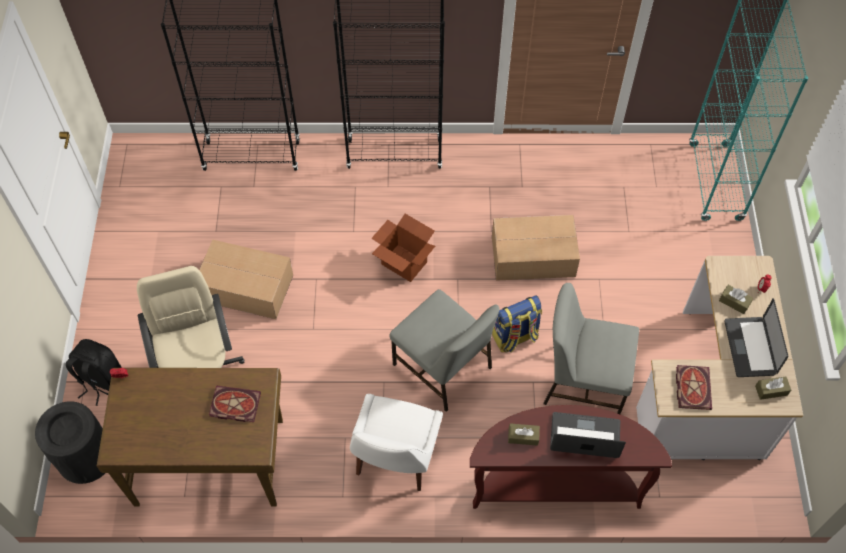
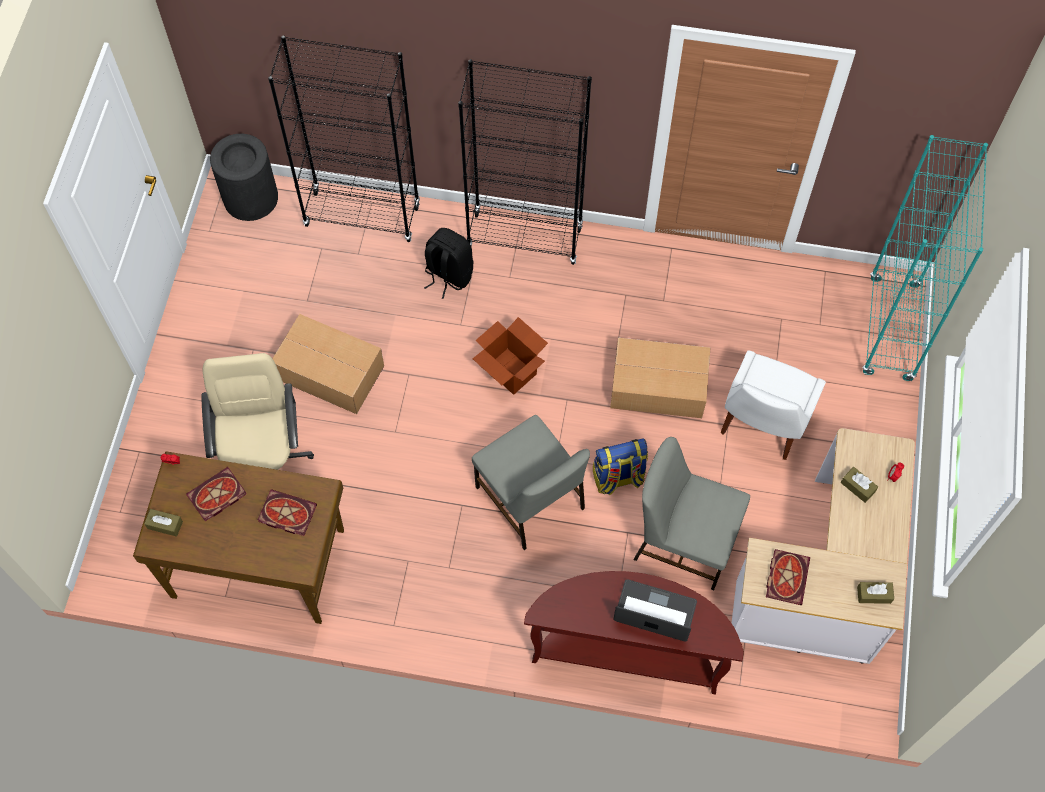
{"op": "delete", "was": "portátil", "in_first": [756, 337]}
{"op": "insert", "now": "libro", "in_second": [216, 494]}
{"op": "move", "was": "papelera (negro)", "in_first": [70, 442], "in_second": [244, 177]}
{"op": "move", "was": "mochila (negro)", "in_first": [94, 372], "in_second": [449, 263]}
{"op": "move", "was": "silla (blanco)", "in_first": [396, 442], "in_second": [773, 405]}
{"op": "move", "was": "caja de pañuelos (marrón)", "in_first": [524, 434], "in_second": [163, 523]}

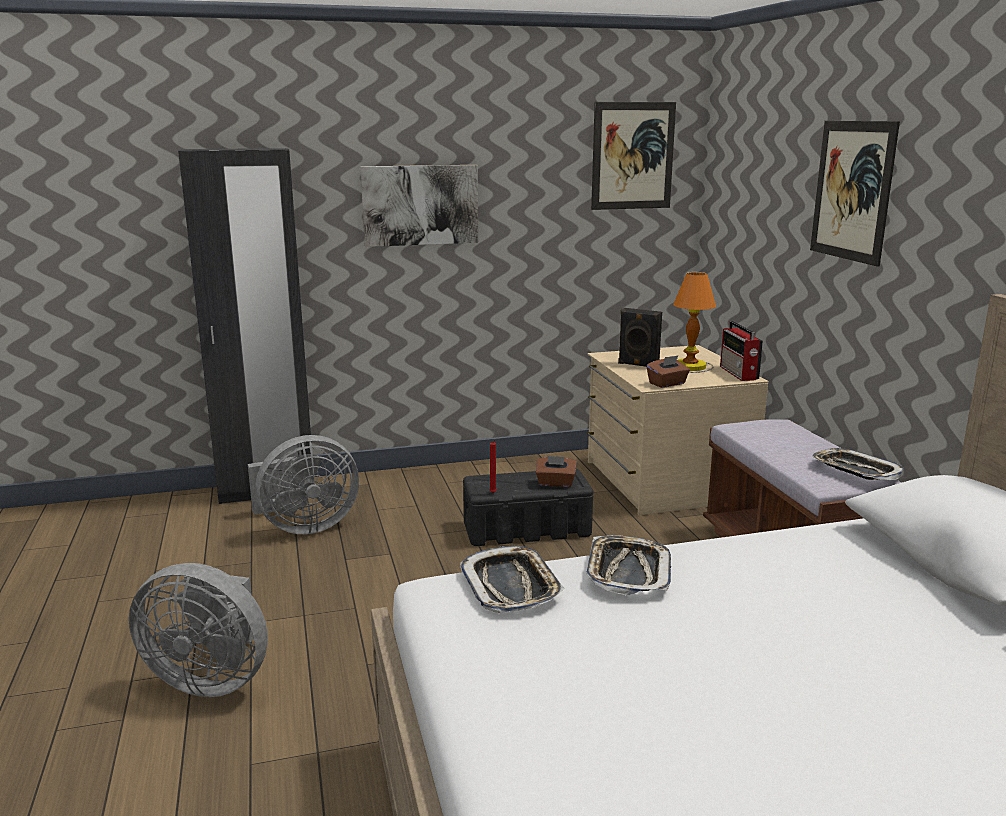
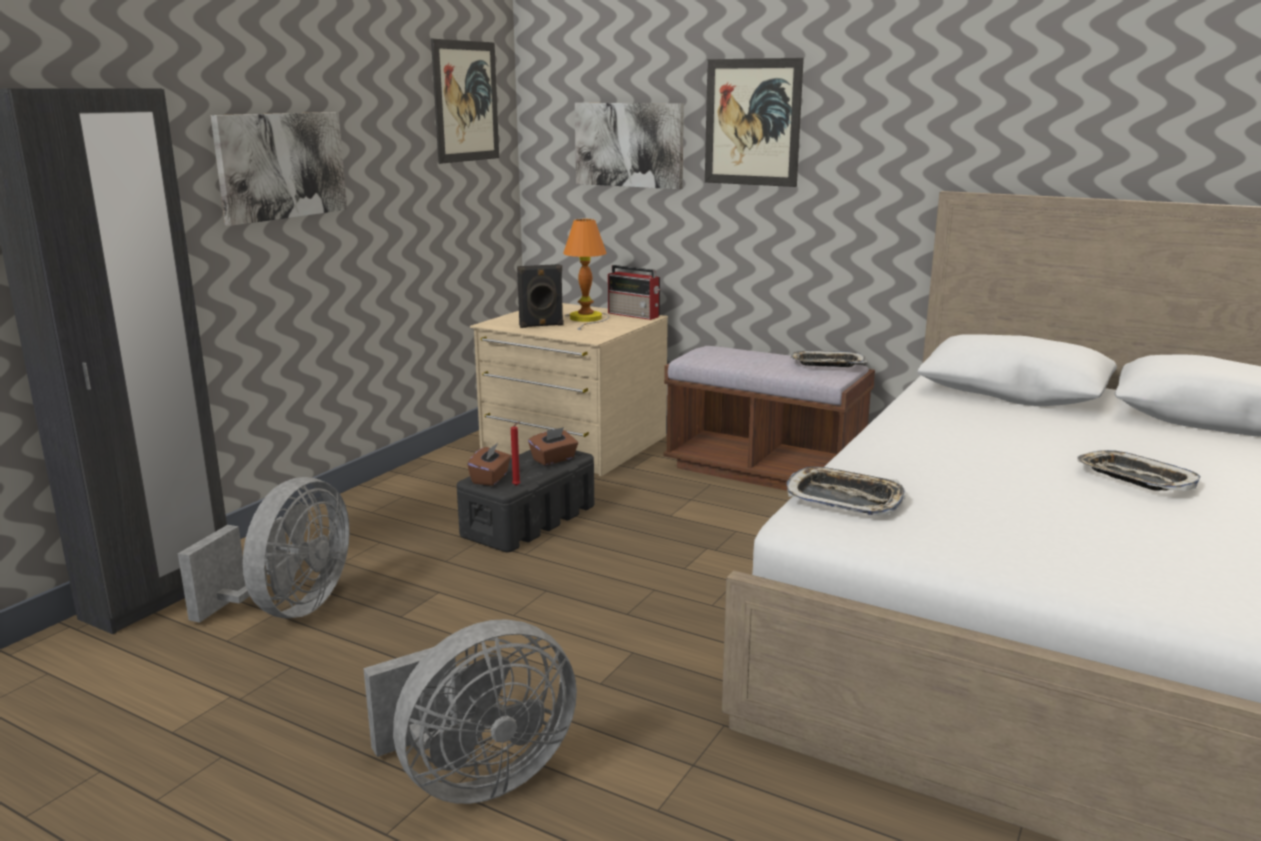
{"op": "insert", "now": "cuadro", "in_second": [629, 146]}
{"op": "move", "was": "bandeja", "in_first": [628, 565], "in_second": [1139, 470]}
{"op": "move", "was": "caja de pañuelos (marrón)", "in_first": [668, 371], "in_second": [489, 464]}

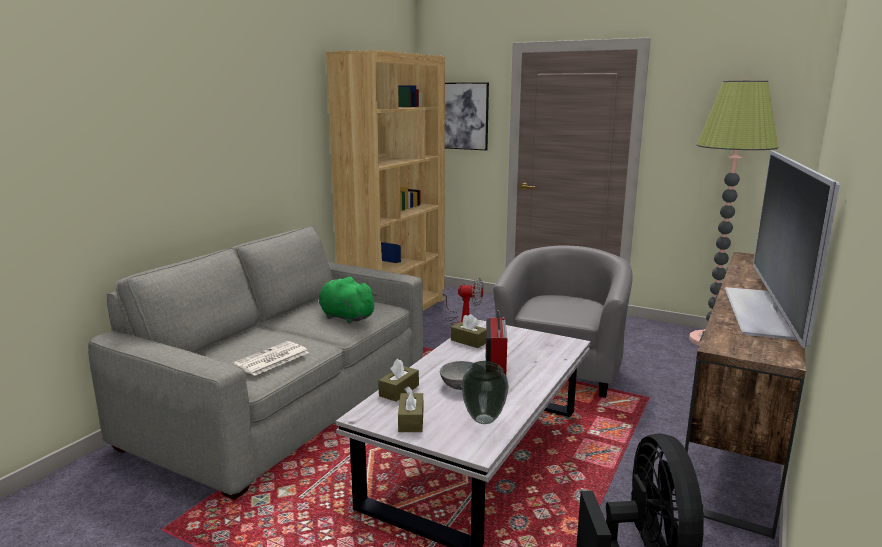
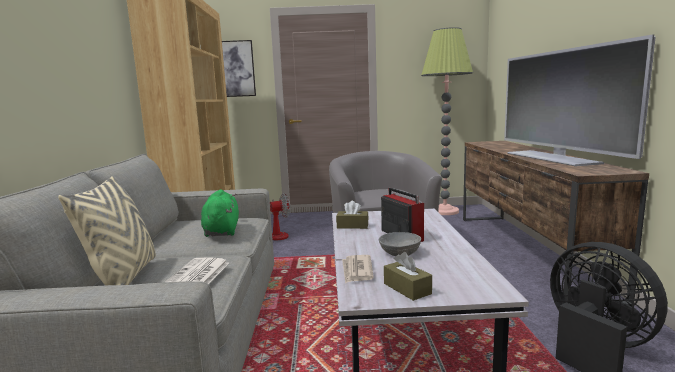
{"op": "delete", "was": "florero", "in_first": [485, 392]}
{"op": "insert", "now": "cojín (beis)", "in_second": [107, 231]}
{"op": "replace", "was": "caja de pañuelos (marrón)", "now": "periódico", "in_first": [398, 380], "in_second": [358, 269]}
{"op": "rotate", "was": "peluche (verde)", "in_first": [348, 300], "in_second": [220, 213], "clockwise": 75}

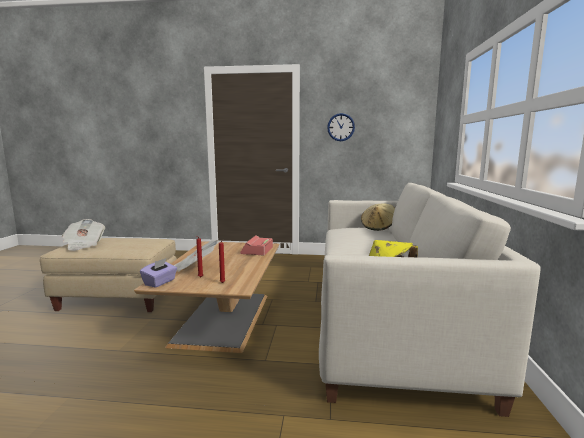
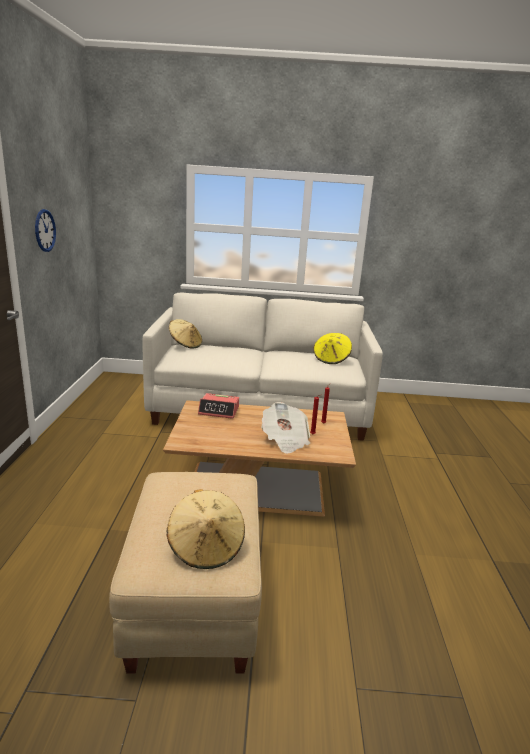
{"op": "delete", "was": "caja de pañuelos (morado)", "in_first": [158, 273]}
{"op": "replace", "was": "periódico", "now": "sombrero (beis)", "in_first": [83, 235], "in_second": [206, 529]}

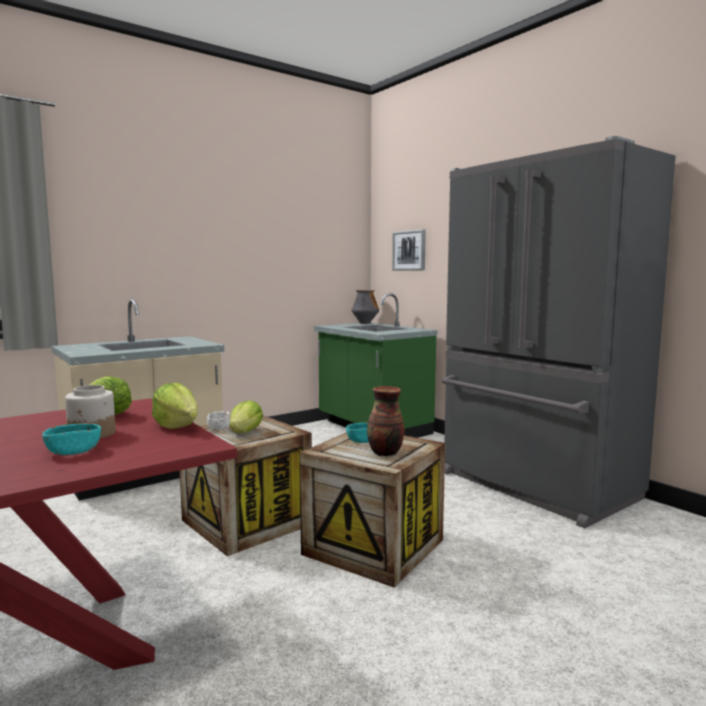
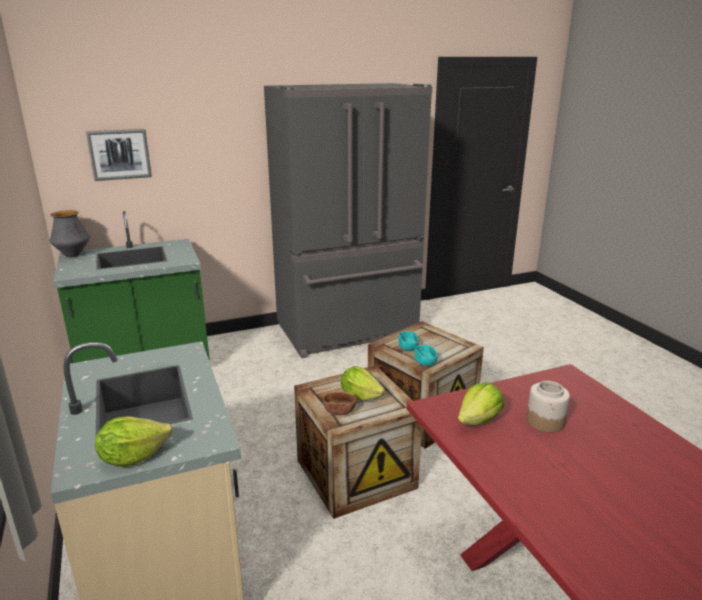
{"op": "delete", "was": "florero", "in_first": [385, 421]}
{"op": "move", "was": "cuenco (turquesa)", "in_first": [71, 439], "in_second": [426, 355]}
{"op": "move", "was": "lechuga", "in_first": [175, 406], "in_second": [133, 441]}
{"op": "recolor", "was": "cuenco (blanco)", "now": "cuenco (marrón)", "in_first": [218, 421], "in_second": [339, 403]}

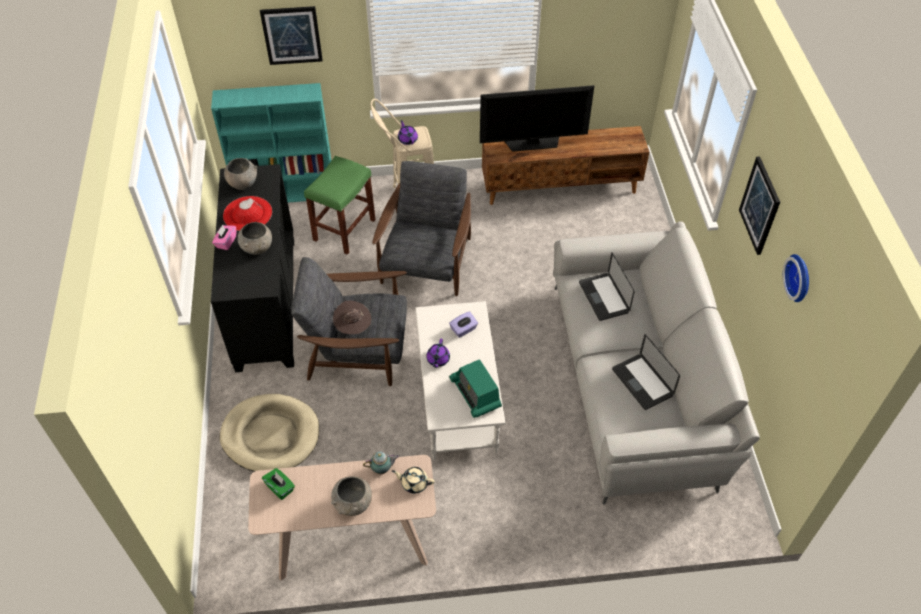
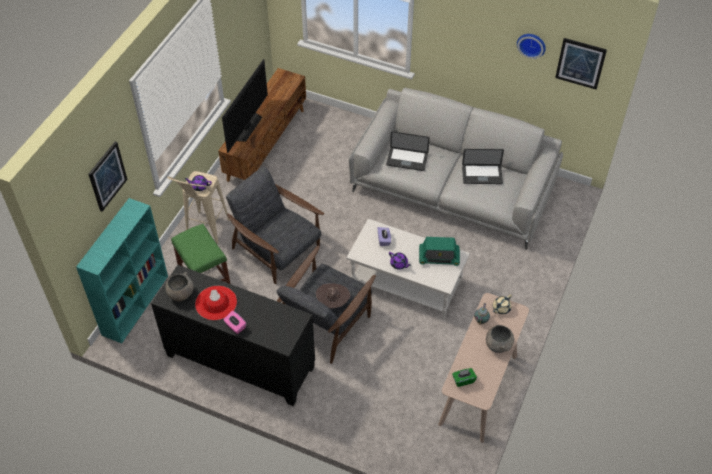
{"op": "delete", "was": "cama para perro (beis)", "in_first": [269, 433]}
{"op": "delete", "was": "cuenco (gris)", "in_first": [255, 238]}
{"op": "move", "was": "cuadro", "in_first": [759, 205], "in_second": [581, 63]}

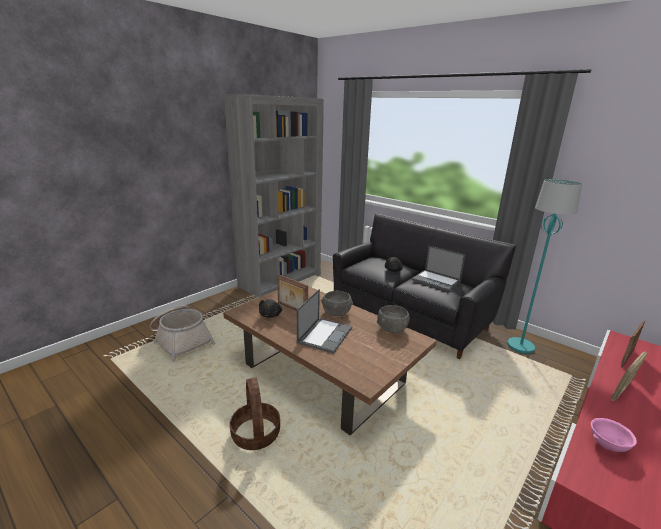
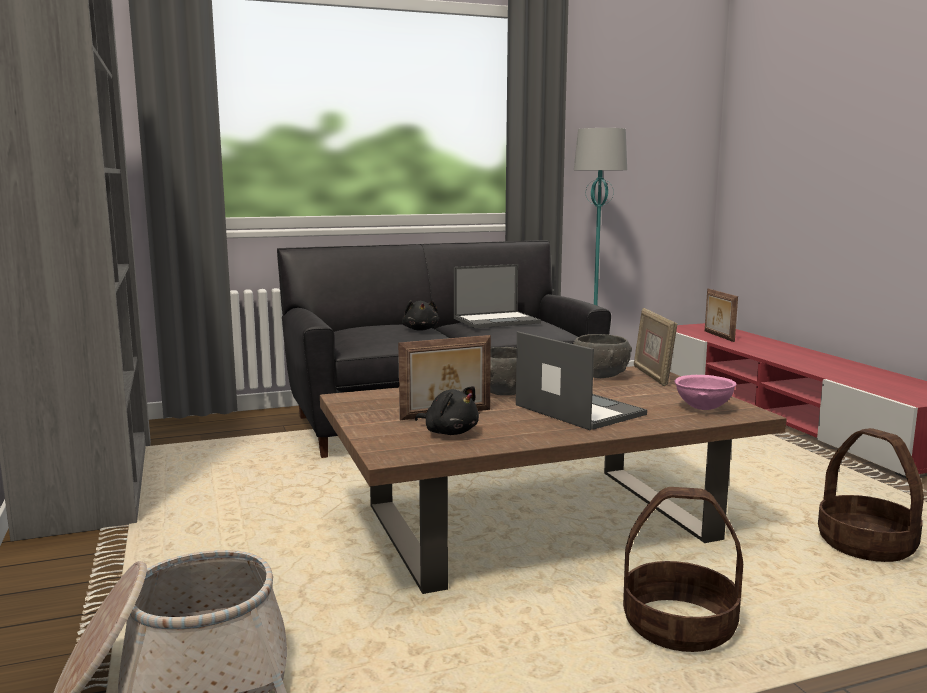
{"op": "insert", "now": "cesta", "in_second": [871, 495]}
{"op": "move", "was": "cuenco (rosa)", "in_first": [614, 435], "in_second": [705, 392]}
{"op": "move", "was": "portarretratos", "in_first": [629, 376], "in_second": [655, 347]}

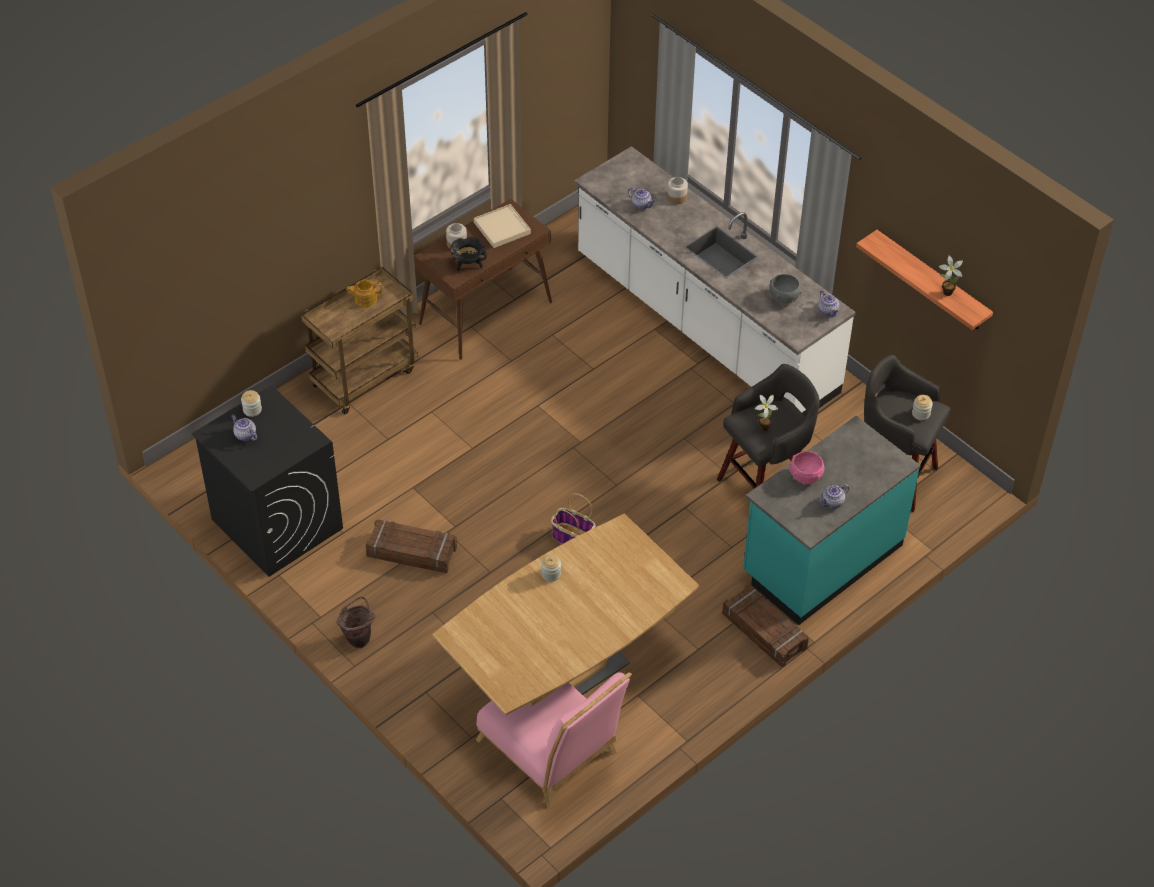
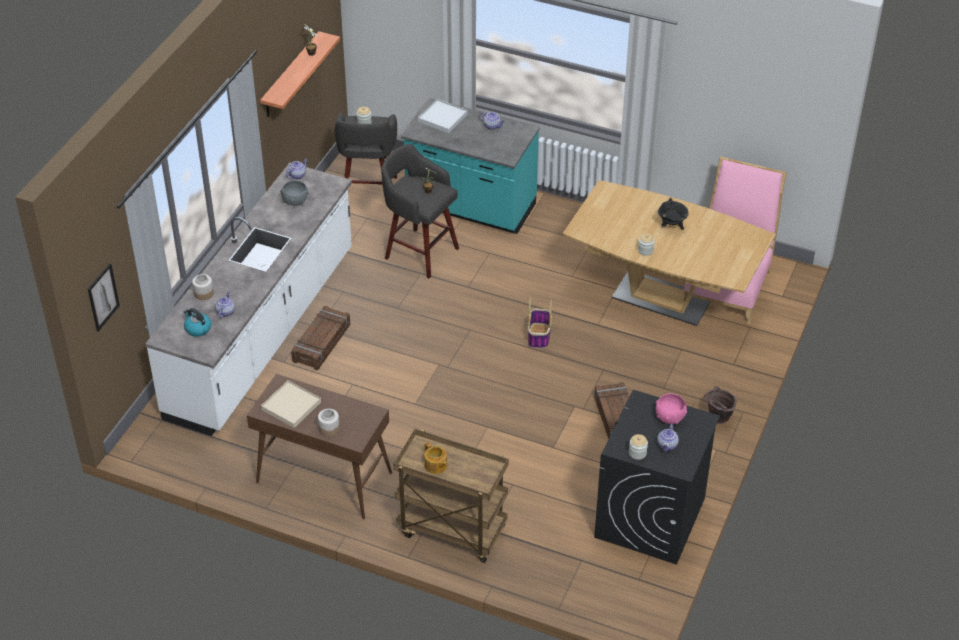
{"op": "insert", "now": "cuadro", "in_second": [104, 297]}
{"op": "insert", "now": "hervidor", "in_second": [197, 322]}
{"op": "insert", "now": "bandeja (blanco)", "in_second": [442, 116]}
{"op": "move", "was": "olla (negro)", "in_first": [468, 254], "in_second": [673, 214]}
{"op": "move", "was": "caja de embalaje", "in_first": [765, 626], "in_second": [321, 338]}
{"op": "move", "was": "cuenco (rosa)", "in_first": [806, 468], "in_second": [671, 408]}

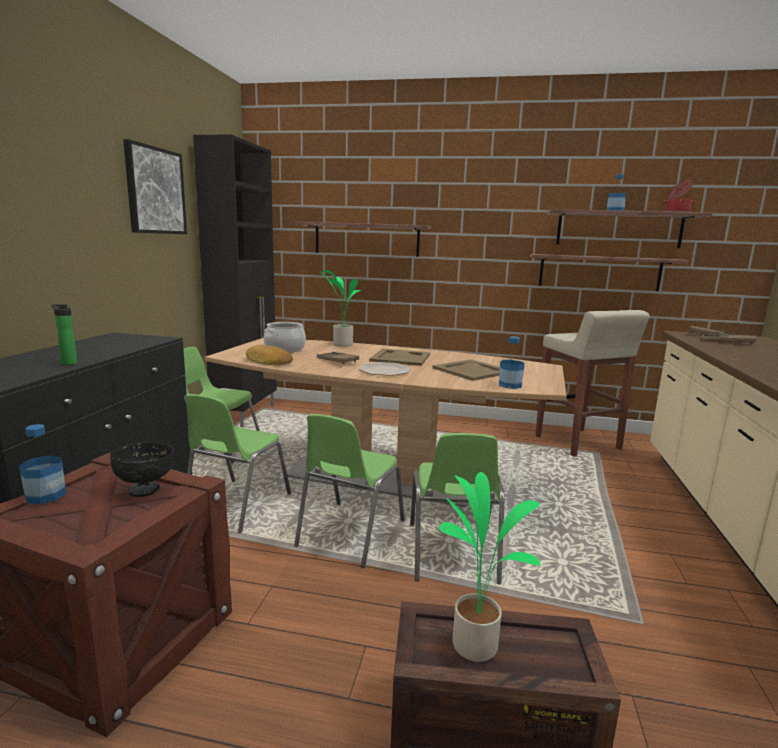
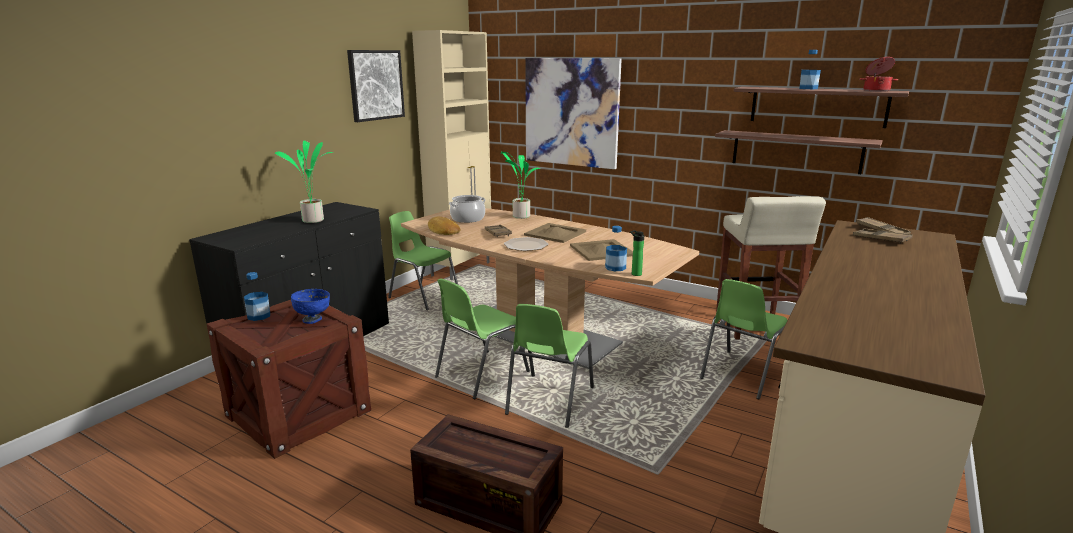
{"op": "move", "was": "botella", "in_first": [64, 334], "in_second": [637, 253]}
{"op": "move", "was": "silla (verde)", "in_first": [237, 463], "in_second": [743, 339]}
{"op": "move", "was": "planta en maceta", "in_first": [489, 567], "in_second": [304, 181]}
{"op": "replace", "was": "estante", "now": "cuadro", "in_first": [363, 239], "in_second": [573, 113]}
{"op": "recolor", "was": "cuenco (negro)", "now": "cuenco (azul)", "in_first": [142, 469], "in_second": [310, 306]}
{"op": "recolor", "was": "armario (negro)", "now": "armario (beis)", "in_first": [235, 281], "in_second": [451, 155]}

